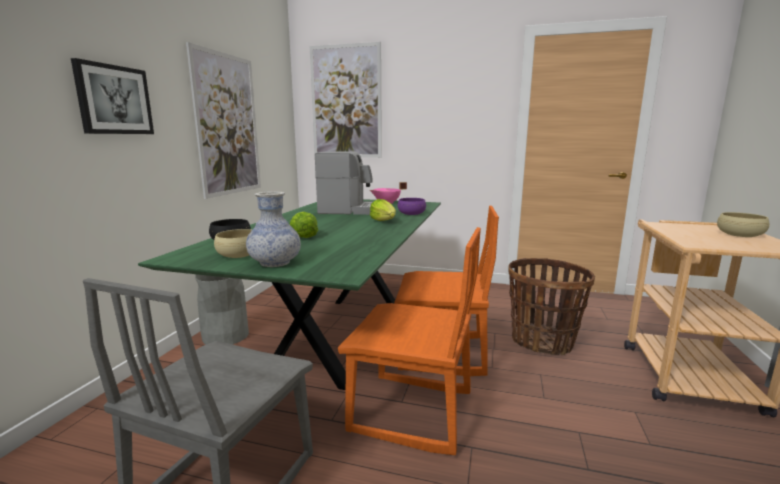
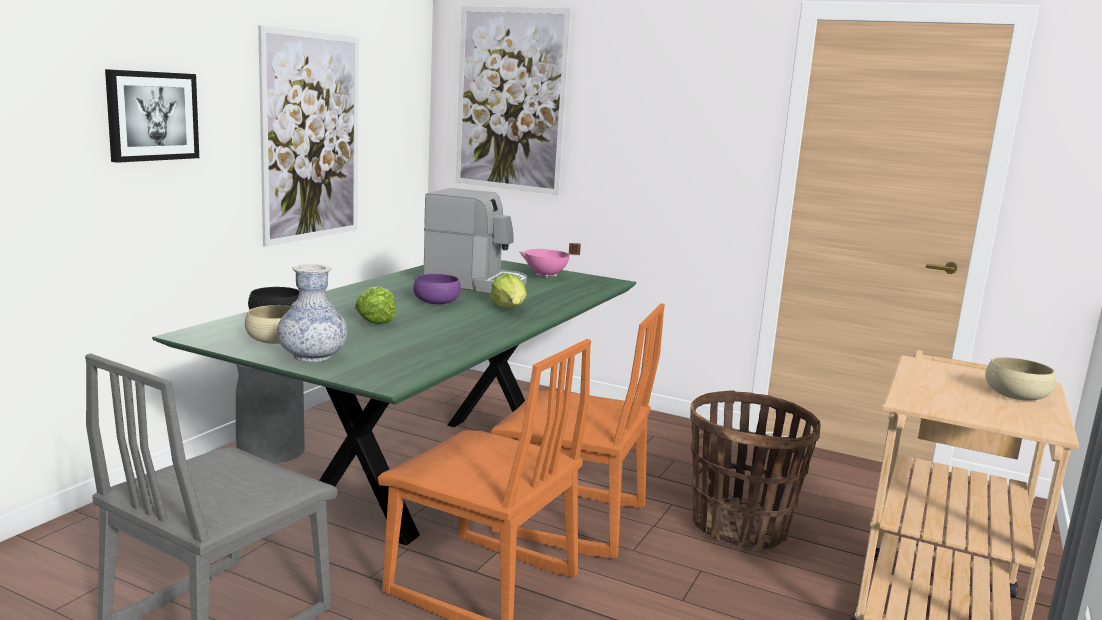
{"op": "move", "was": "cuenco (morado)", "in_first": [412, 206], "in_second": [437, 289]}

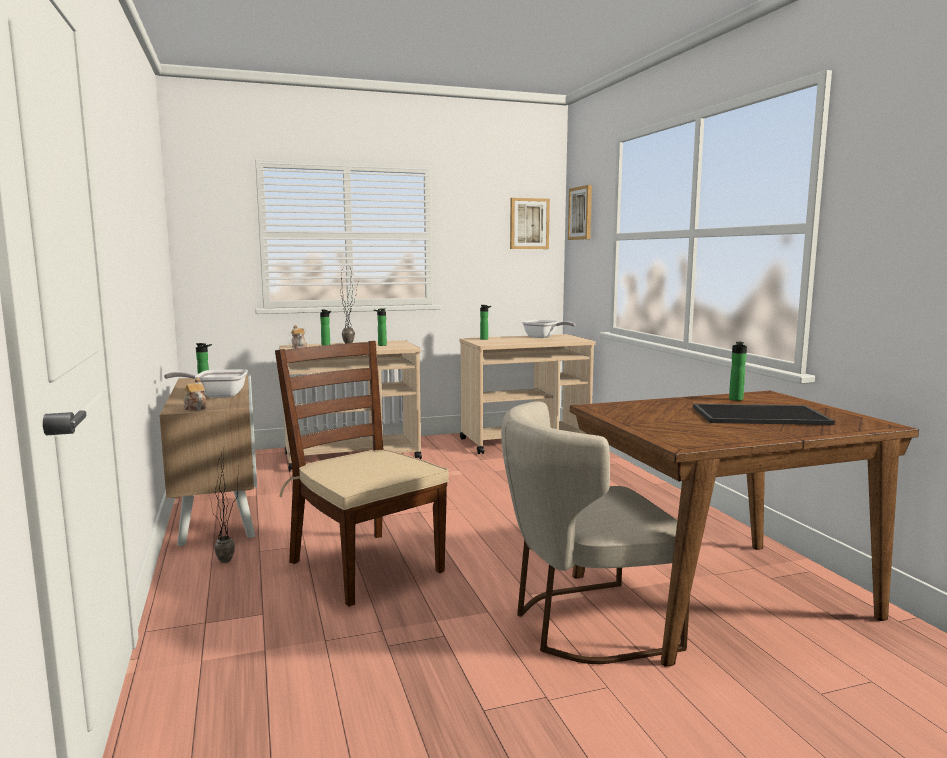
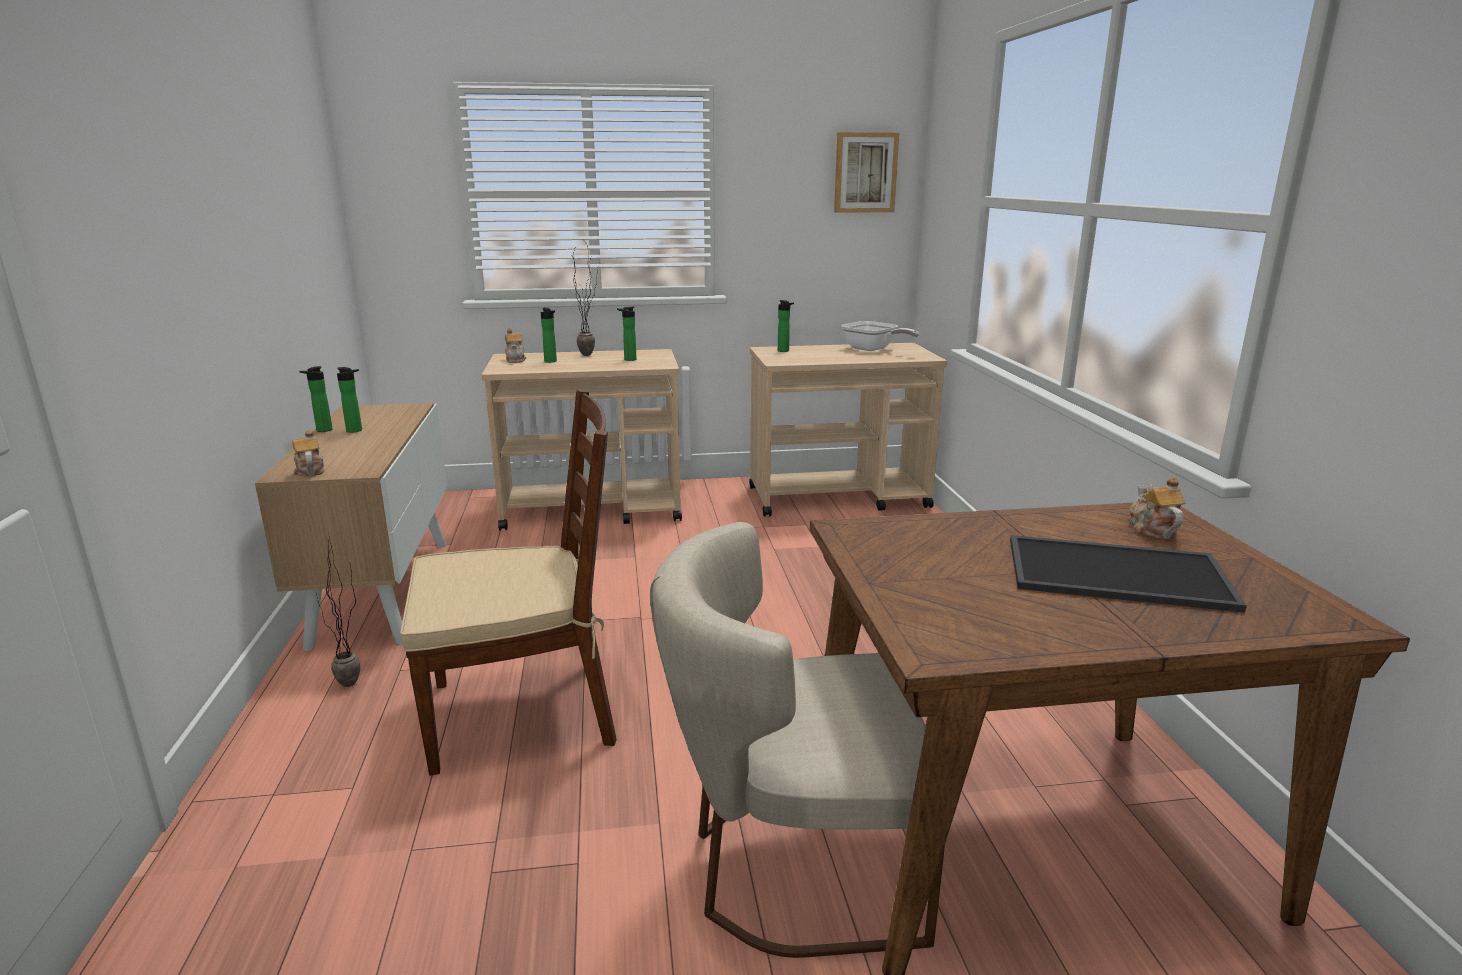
{"op": "delete", "was": "sartén", "in_first": [206, 383]}
{"op": "delete", "was": "cuadro", "in_first": [580, 212]}
{"op": "insert", "now": "tetera", "in_second": [1157, 508]}
{"op": "move", "was": "botella", "in_first": [738, 371], "in_second": [316, 399]}
{"op": "rotate", "was": "silla (marrón)", "in_first": [362, 474], "in_second": [508, 583], "clockwise": 105}

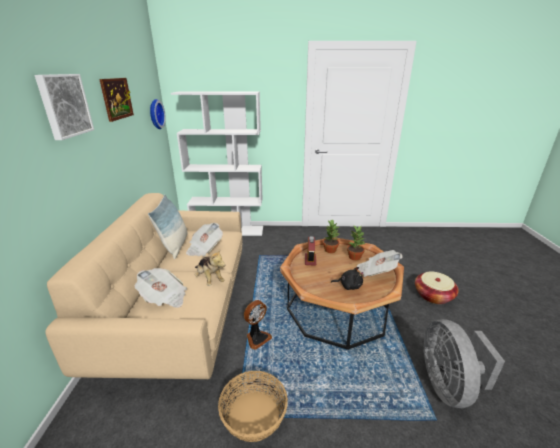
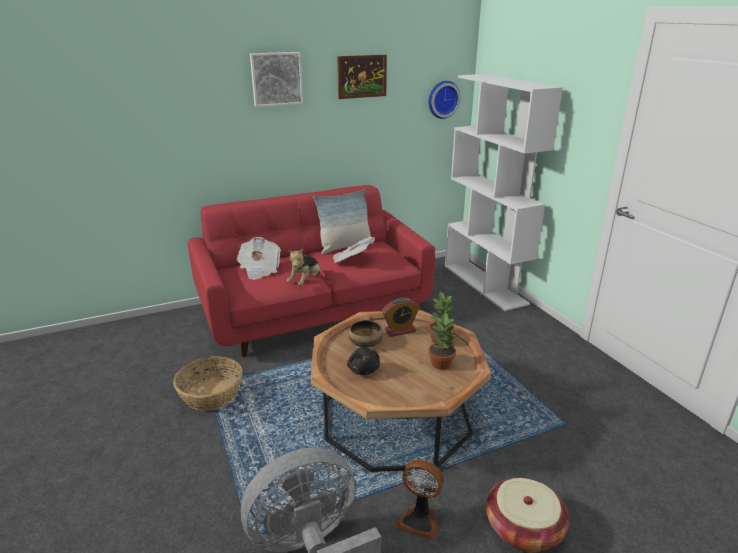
{"op": "delete", "was": "periódico", "in_first": [379, 263]}
{"op": "insert", "now": "cuenco", "in_second": [365, 334]}
{"op": "move", "was": "ventilador", "in_first": [258, 325], "in_second": [420, 499]}
{"op": "recolor", "was": "sofá (beis)", "now": "sofá (rojo)", "in_first": [143, 286], "in_second": [311, 271]}

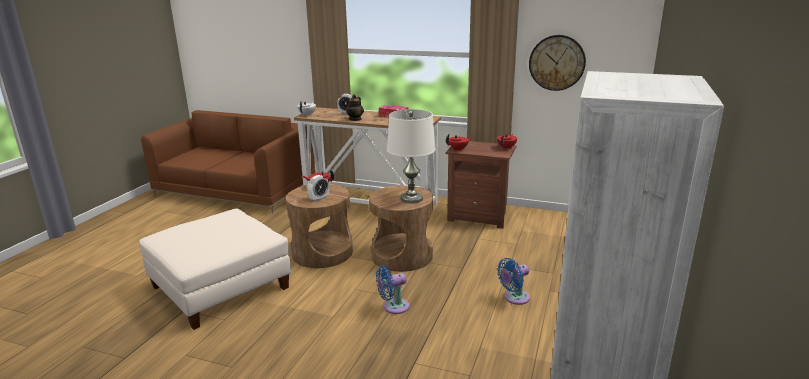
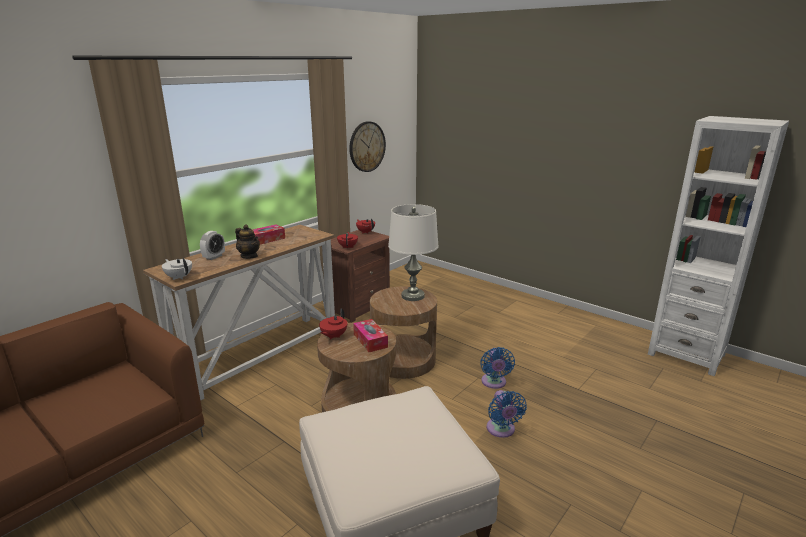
{"op": "move", "was": "ventilador (azul)", "in_first": [513, 281], "in_second": [507, 414]}
{"op": "replace", "was": "despertador", "now": "caja de pañuelos", "in_first": [318, 188], "in_second": [370, 335]}

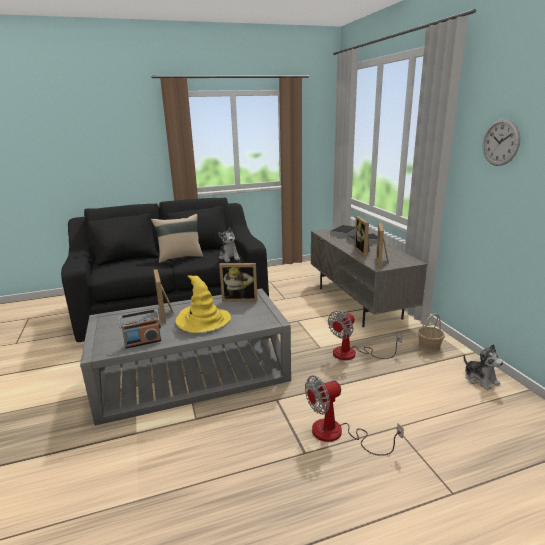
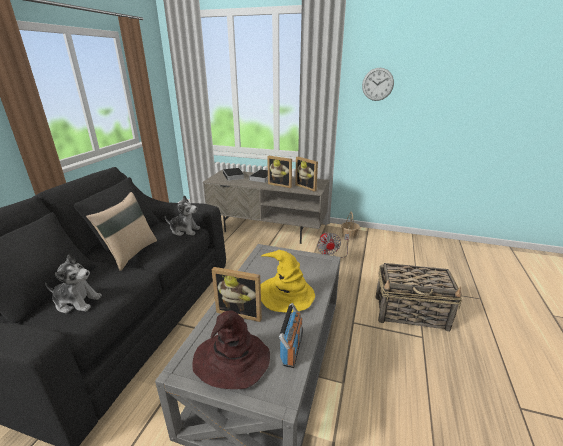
{"op": "delete", "was": "portarretratos", "in_first": [238, 282]}
{"op": "insert", "now": "sombrero (marrón)", "in_second": [231, 350]}
{"op": "move", "was": "peluche", "in_first": [483, 367], "in_second": [73, 284]}
{"op": "replace", "was": "ventilador", "now": "cesta", "in_first": [354, 415], "in_second": [419, 297]}

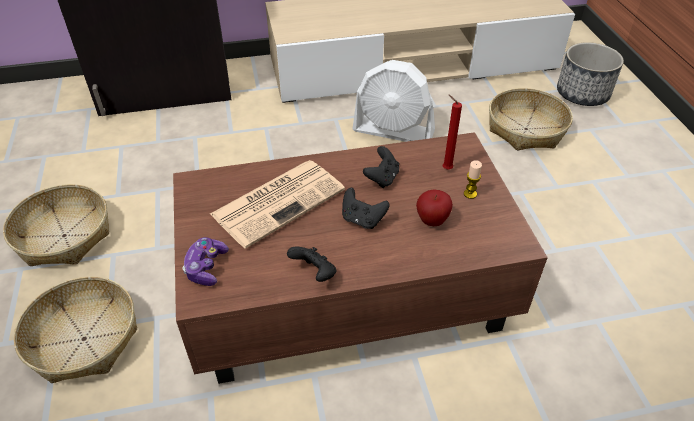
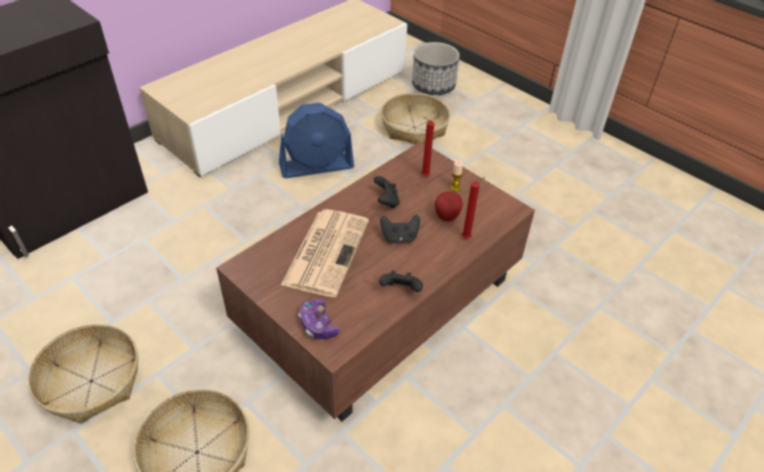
{"op": "insert", "now": "vela (rojo)", "in_second": [474, 208]}
{"op": "recolor", "was": "ventilador (blanco)", "now": "ventilador (azul)", "in_first": [393, 101], "in_second": [316, 140]}

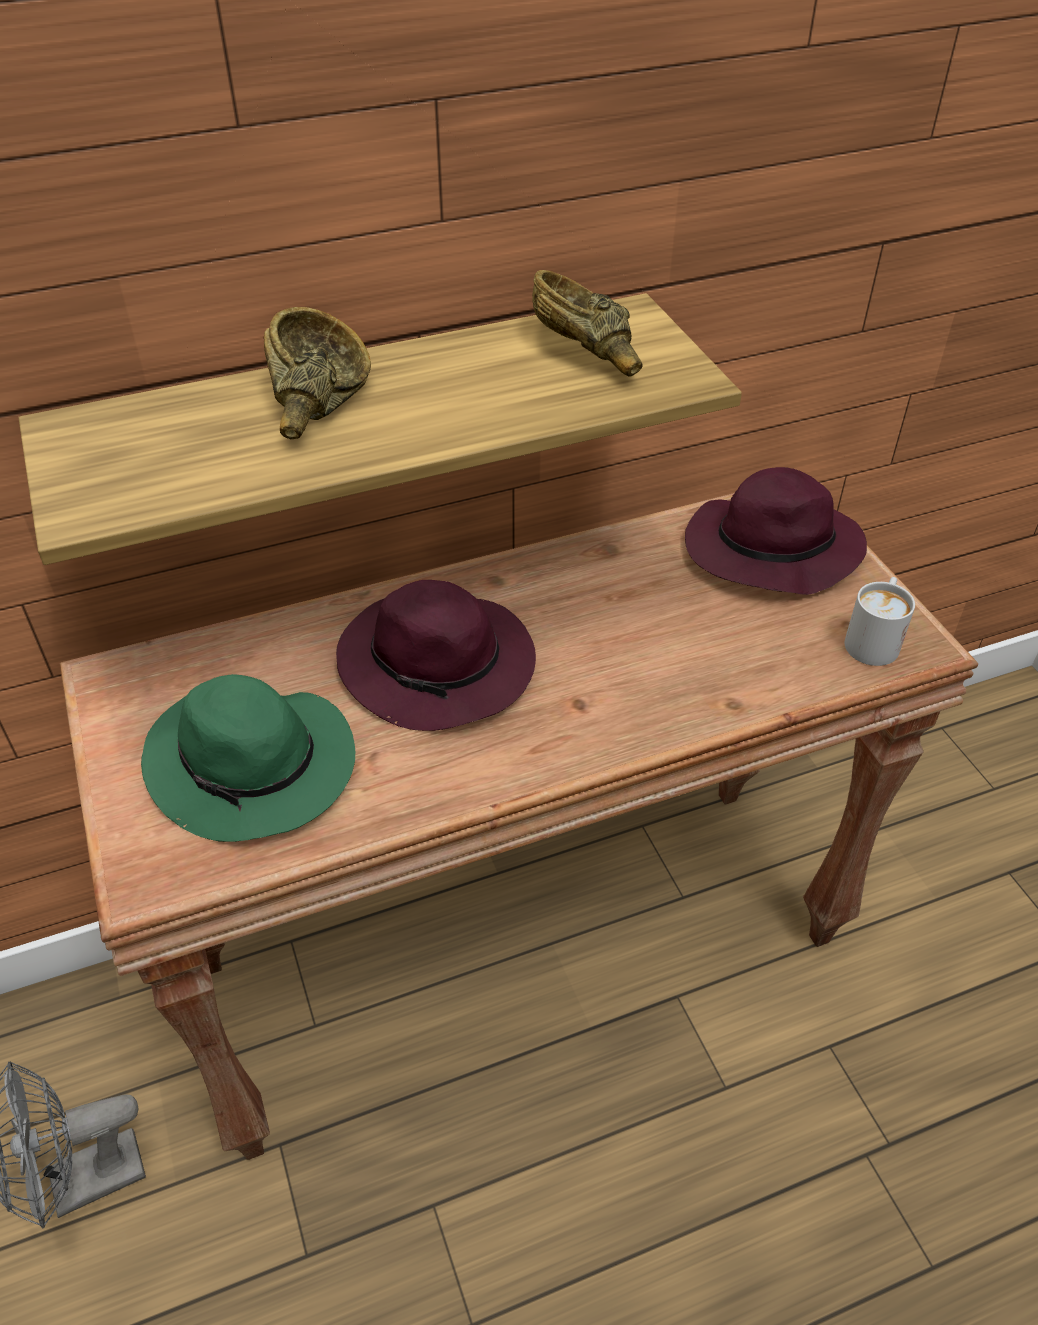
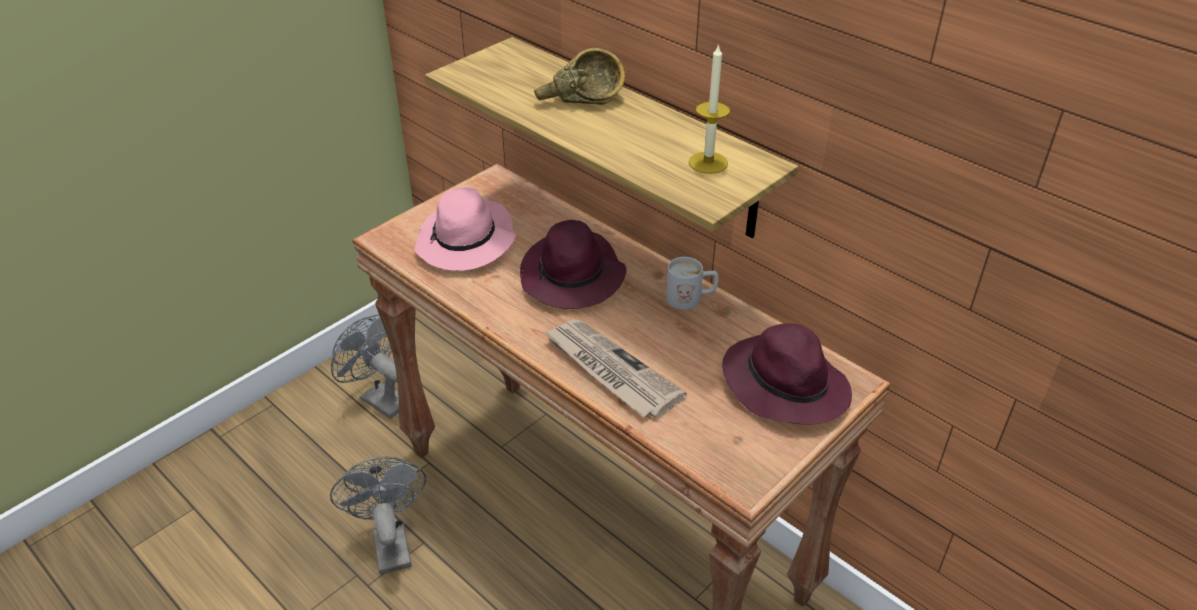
{"op": "insert", "now": "ventilador (gris)", "in_second": [378, 515]}
{"op": "insert", "now": "periódico", "in_second": [615, 368]}
{"op": "move", "was": "taza grande (blanco)", "in_first": [880, 621], "in_second": [692, 283]}
{"op": "replace", "was": "cuenco (marrón)", "now": "vela", "in_first": [587, 323], "in_second": [709, 108]}
{"op": "recolor", "was": "sombrero (verde)", "now": "sombrero (rosa)", "in_first": [248, 758], "in_second": [465, 229]}

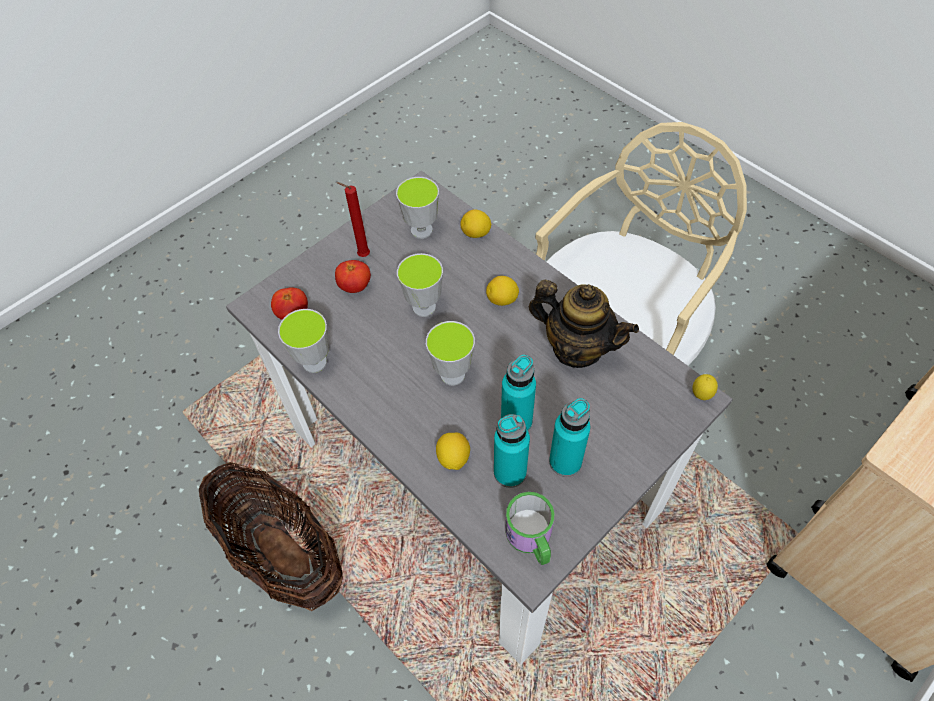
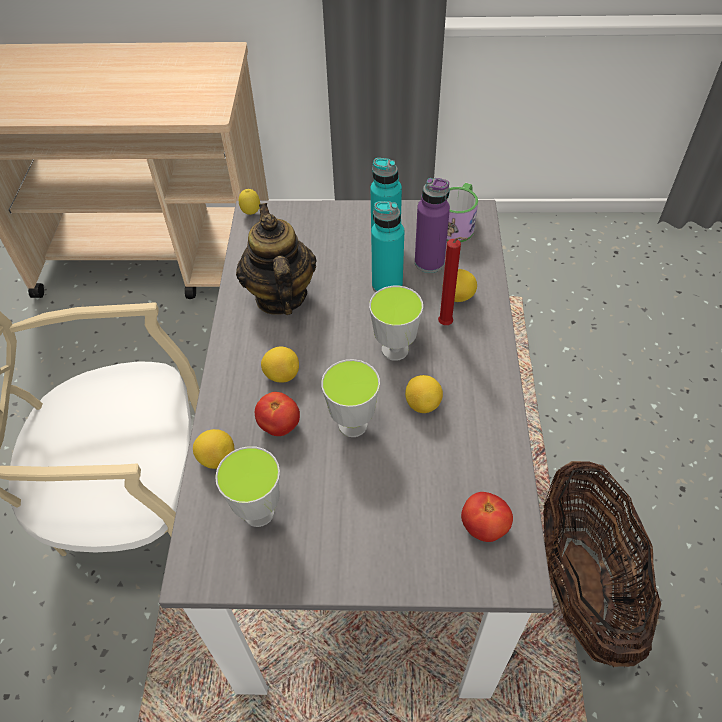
{"op": "delete", "was": "taza", "in_first": [303, 341]}
{"op": "insert", "now": "limón", "in_second": [424, 394]}
{"op": "move", "was": "tomate", "in_first": [353, 276], "in_second": [277, 414]}
{"op": "move", "was": "vela (rojo)", "in_first": [353, 219], "in_second": [453, 281]}
{"op": "recolor", "was": "botella (turquesa)", "now": "botella (morado)", "in_first": [512, 451], "in_second": [432, 225]}

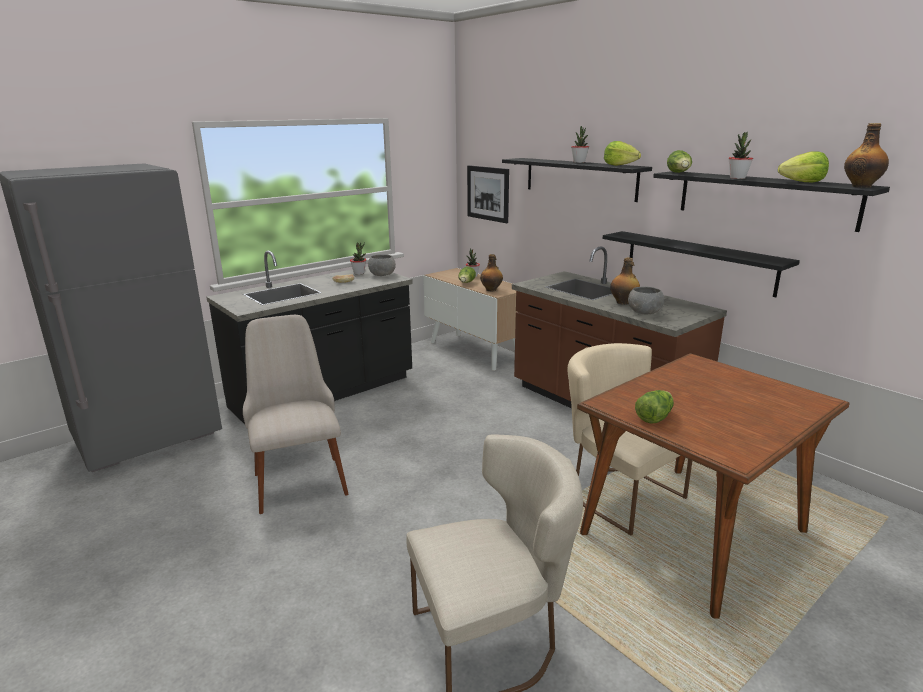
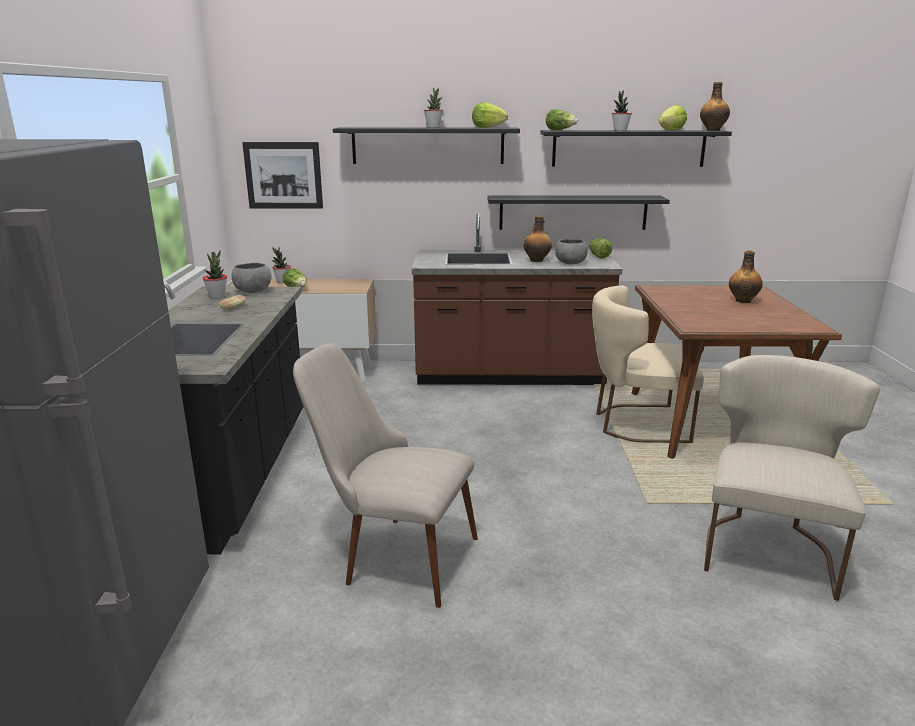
{"op": "move", "was": "botella", "in_first": [491, 273], "in_second": [746, 277]}
{"op": "move", "was": "lechuga", "in_first": [654, 407], "in_second": [600, 248]}

